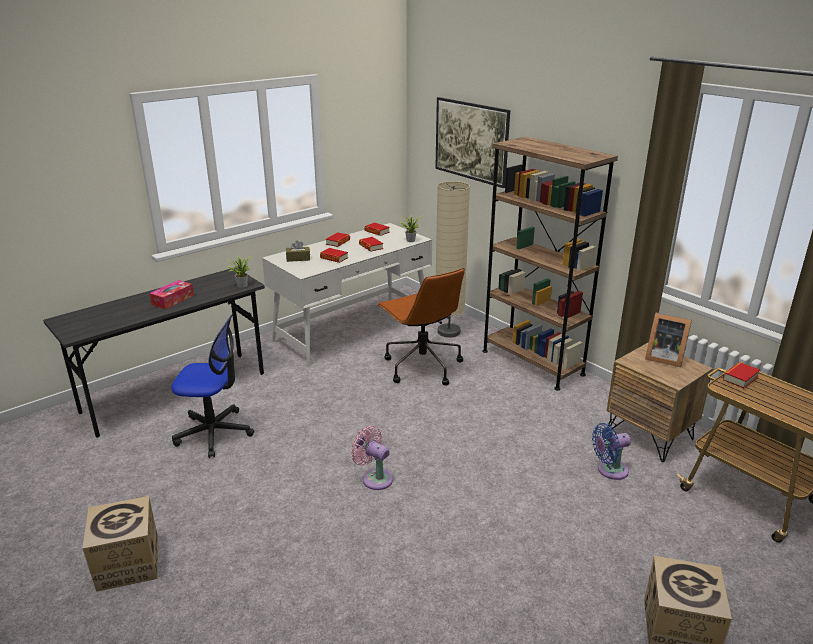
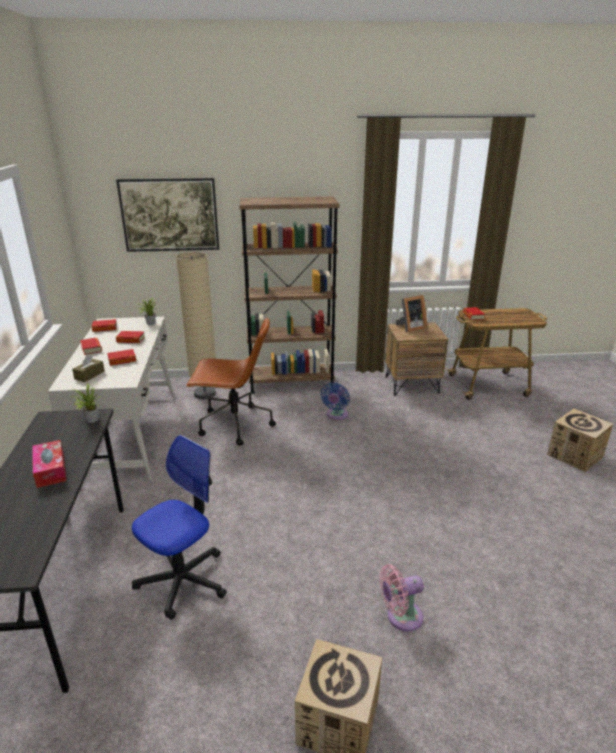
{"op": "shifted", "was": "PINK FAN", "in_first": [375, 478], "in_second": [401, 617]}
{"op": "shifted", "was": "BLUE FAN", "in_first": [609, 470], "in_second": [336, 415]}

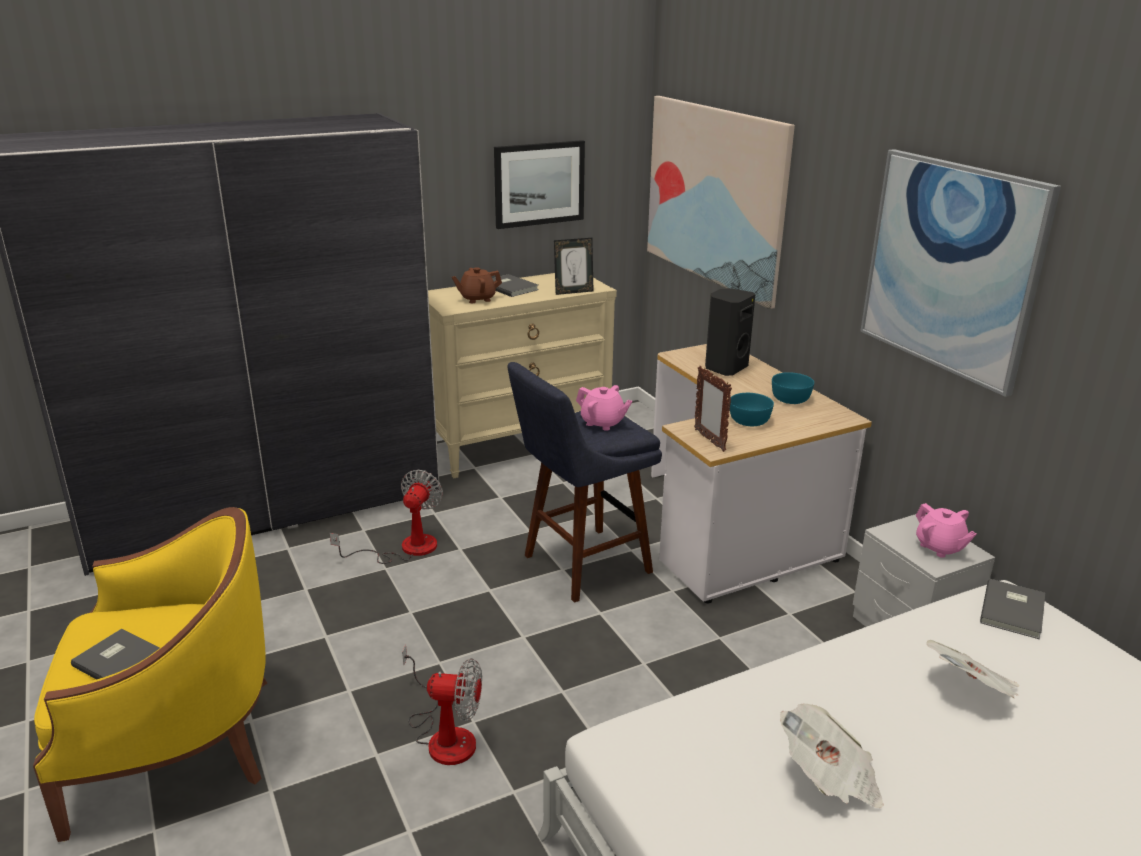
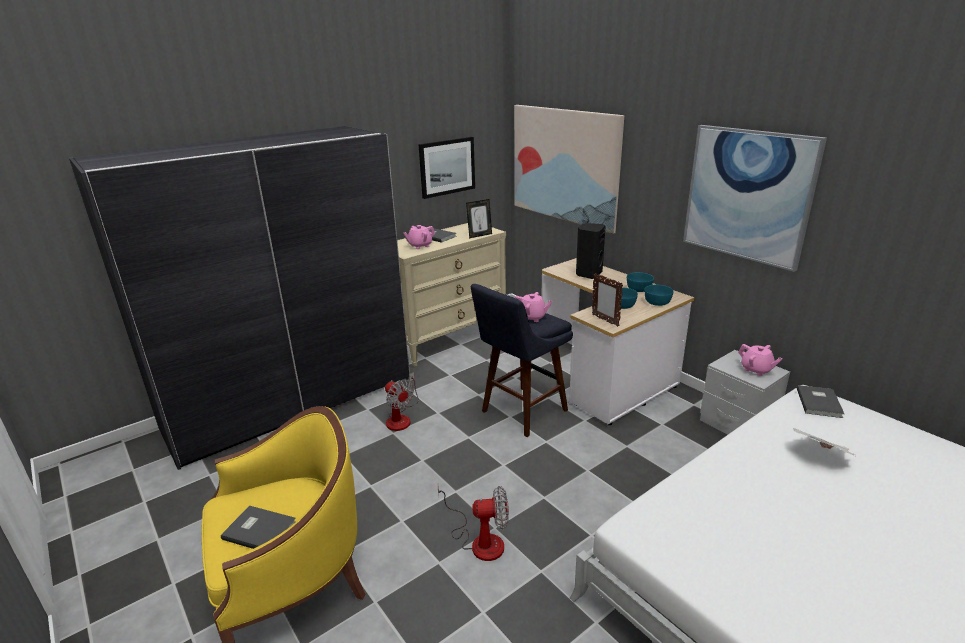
{"op": "gone", "was": "NEWSPAPER", "in_first": [829, 778]}
{"op": "new", "now": "TURQUOISE BOWL", "in_second": [657, 302]}
{"op": "repainted", "was": "BROWN TEAPOT", "now": "PINK TEAPOT", "in_first": [477, 299], "in_second": [420, 246]}
{"op": "rotated", "was": "FAN", "in_first": [405, 548], "in_second": [401, 417], "clockwise": 135}

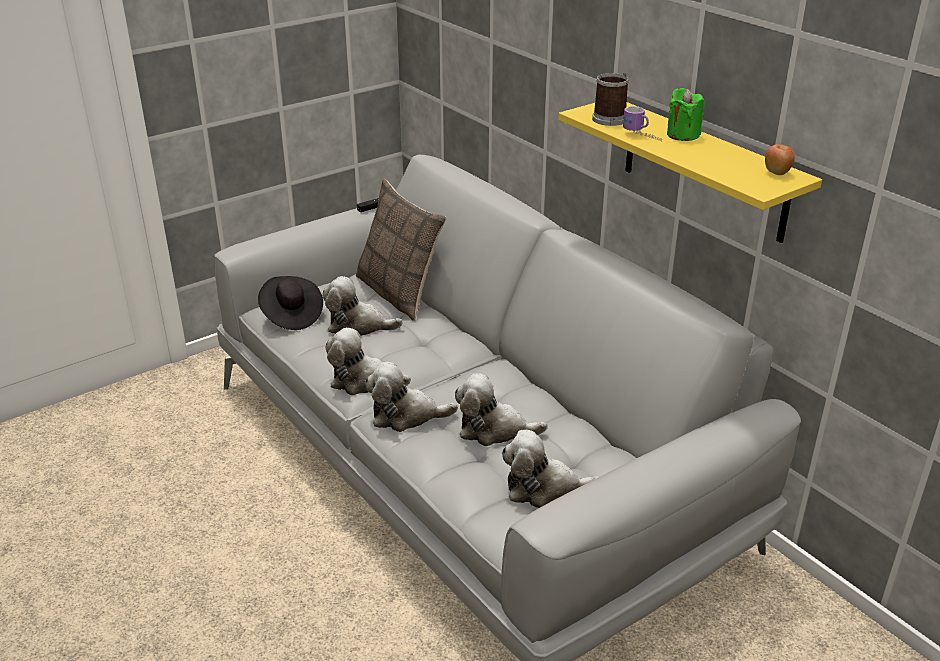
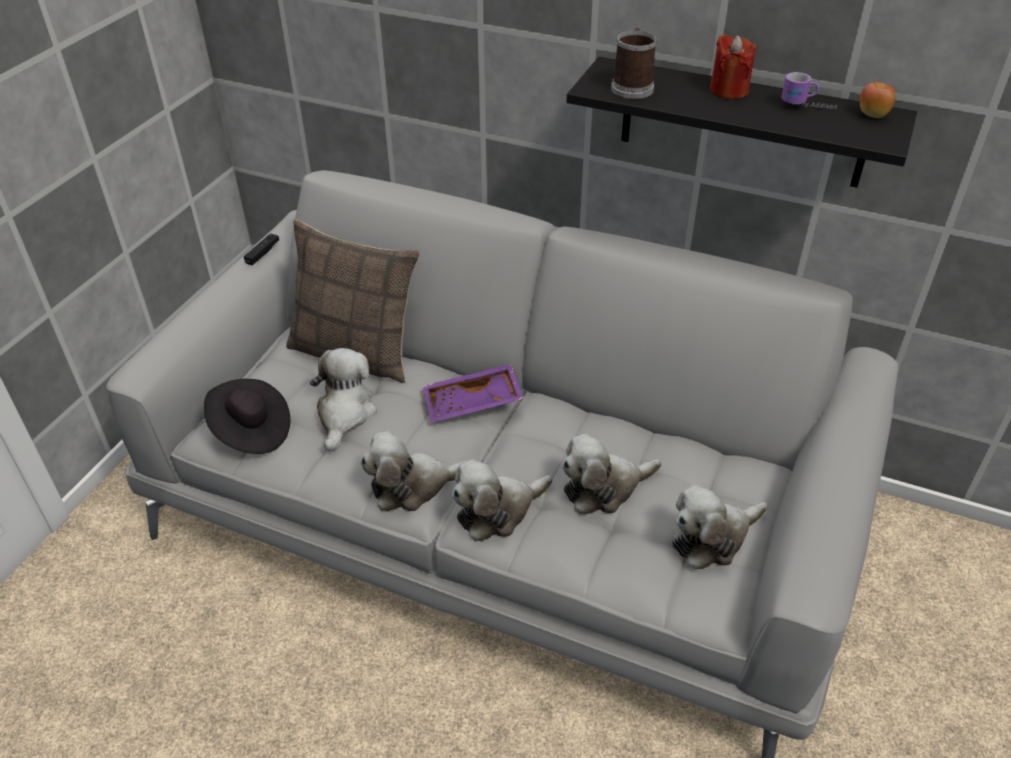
{"op": "new", "now": "PURPLE TRAY", "in_second": [473, 404]}
{"op": "shifted", "was": "MUG", "in_first": [642, 136], "in_second": [807, 107]}
{"op": "repainted", "was": "YELLOW SHELF", "now": "BLACK SHELF", "in_first": [704, 169], "in_second": [742, 123]}
{"op": "repainted", "was": "GREEN CANDLE", "now": "RED CANDLE", "in_first": [682, 135], "in_second": [729, 90]}
{"op": "rotated", "was": "PLUSH TOY", "in_first": [358, 326], "in_second": [344, 414], "clockwise": 120}

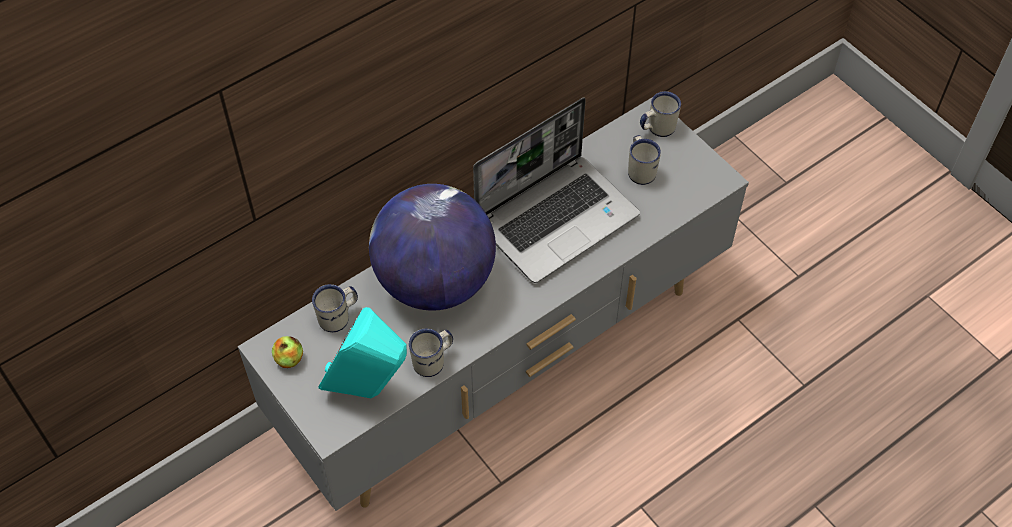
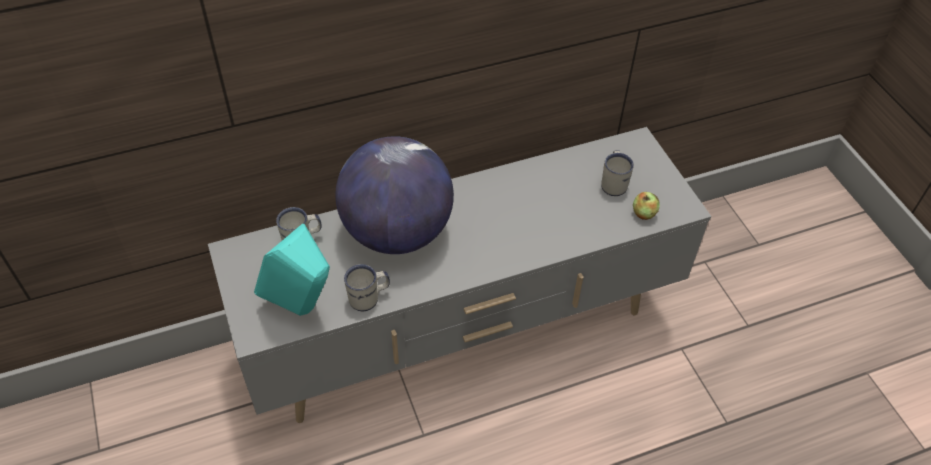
{"op": "gone", "was": "LAPTOP", "in_first": [557, 217]}
{"op": "gone", "was": "WHITE MUG", "in_first": [656, 128]}
{"op": "shifted", "was": "APPLE", "in_first": [289, 359], "in_second": [644, 213]}

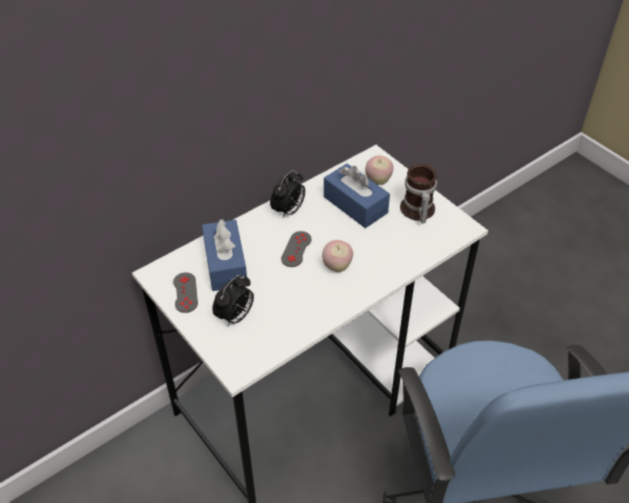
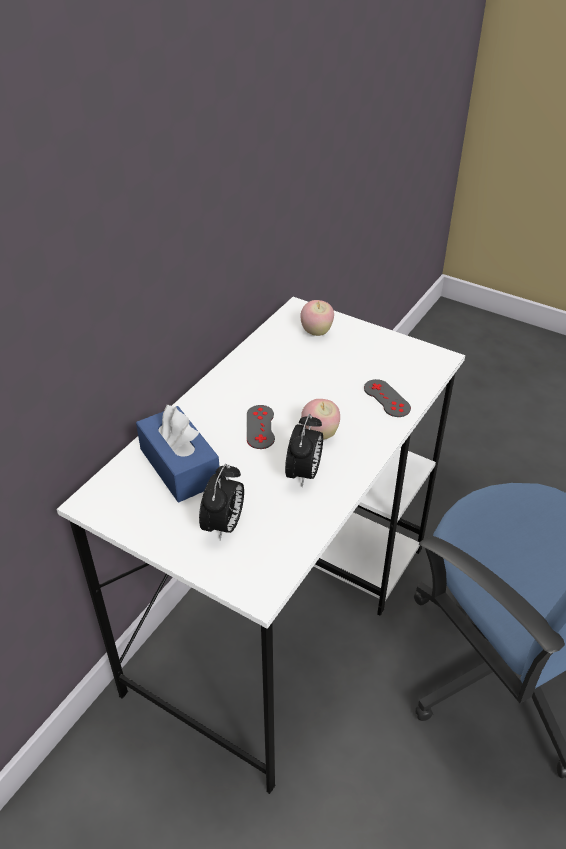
{"op": "gone", "was": "BLUE TISSUE BOX", "in_first": [355, 205]}
{"op": "gone", "was": "MUG", "in_first": [416, 211]}
{"op": "shifted", "was": "GREY GAME CONTROLLER", "in_first": [185, 292], "in_second": [386, 398]}
{"op": "shifted", "was": "ALARM CLOCK", "in_first": [288, 211], "in_second": [304, 474]}

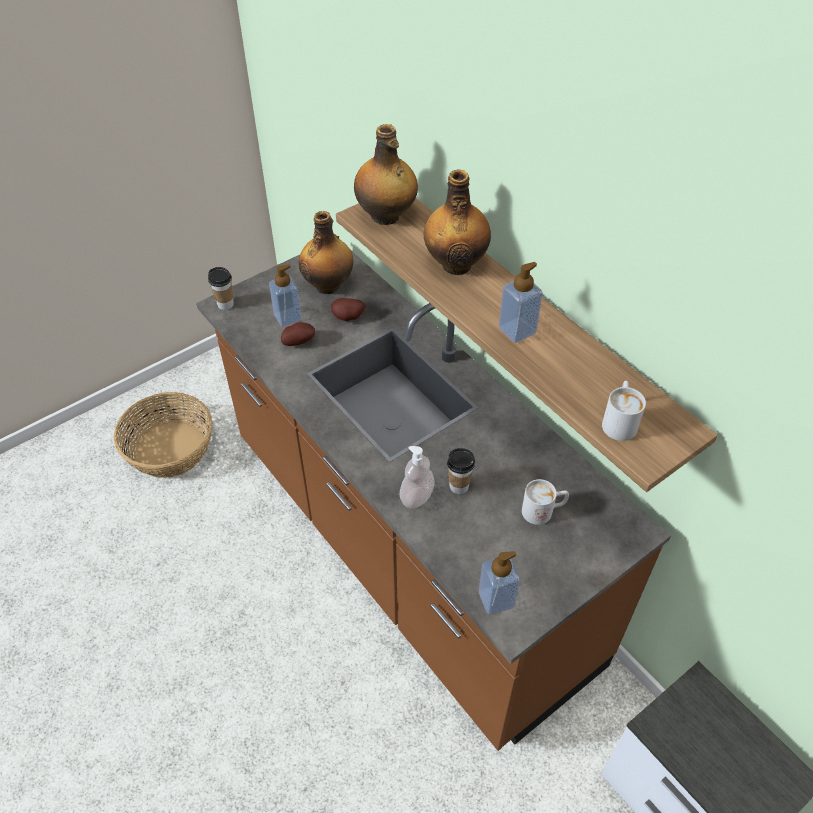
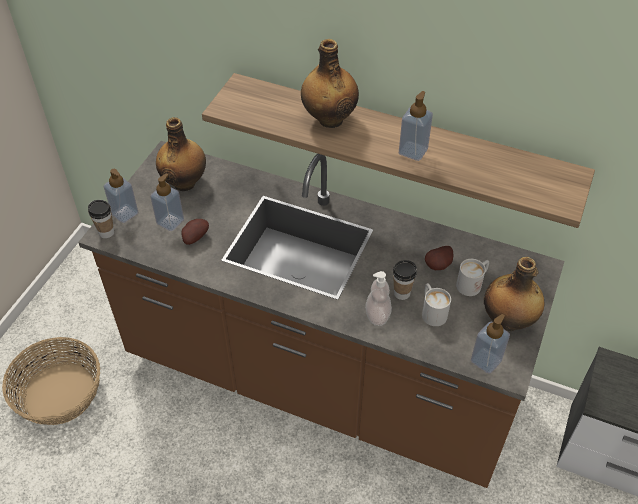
{"op": "new", "now": "SOAP DISPENSER", "in_second": [125, 213]}
{"op": "shifted", "was": "POTATO", "in_first": [348, 318], "in_second": [439, 266]}
{"op": "shifted", "was": "BOTTLE", "in_first": [386, 217], "in_second": [508, 321]}
{"op": "shifted", "was": "WHITE MUG", "in_first": [619, 420], "in_second": [432, 311]}

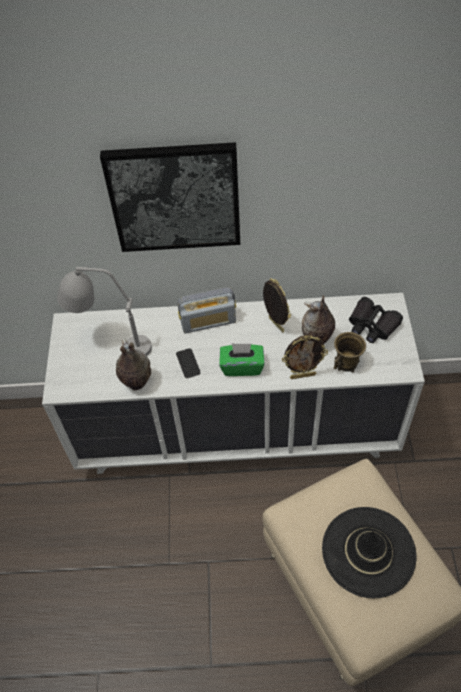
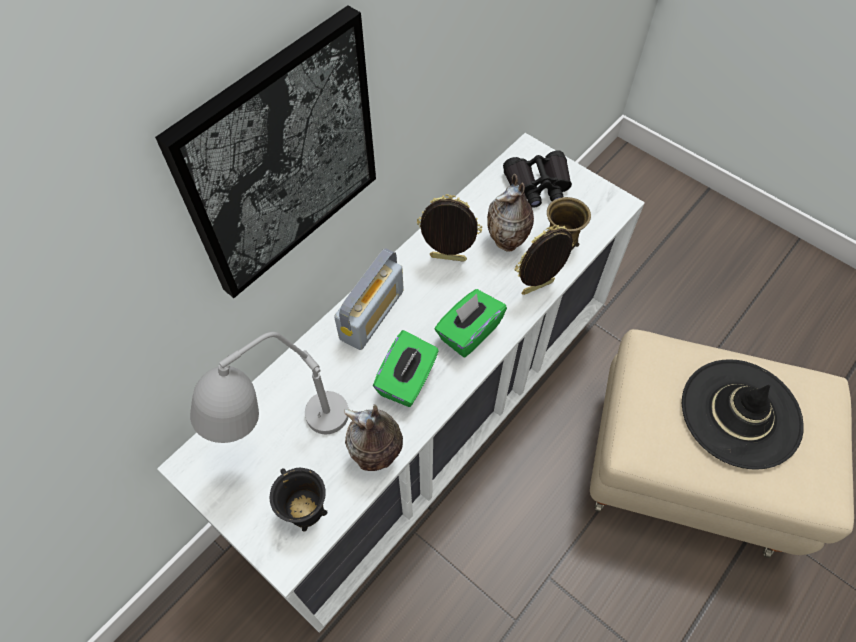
{"op": "new", "now": "BLACK MUG", "in_second": [305, 510]}
{"op": "swapped", "was": "PHONE", "now": "GREEN TISSUE BOX", "in_first": [188, 363], "in_second": [407, 380]}
{"op": "rotated", "was": "PICTURE FRAME", "in_first": [302, 375], "in_second": [538, 289], "clockwise": -150}

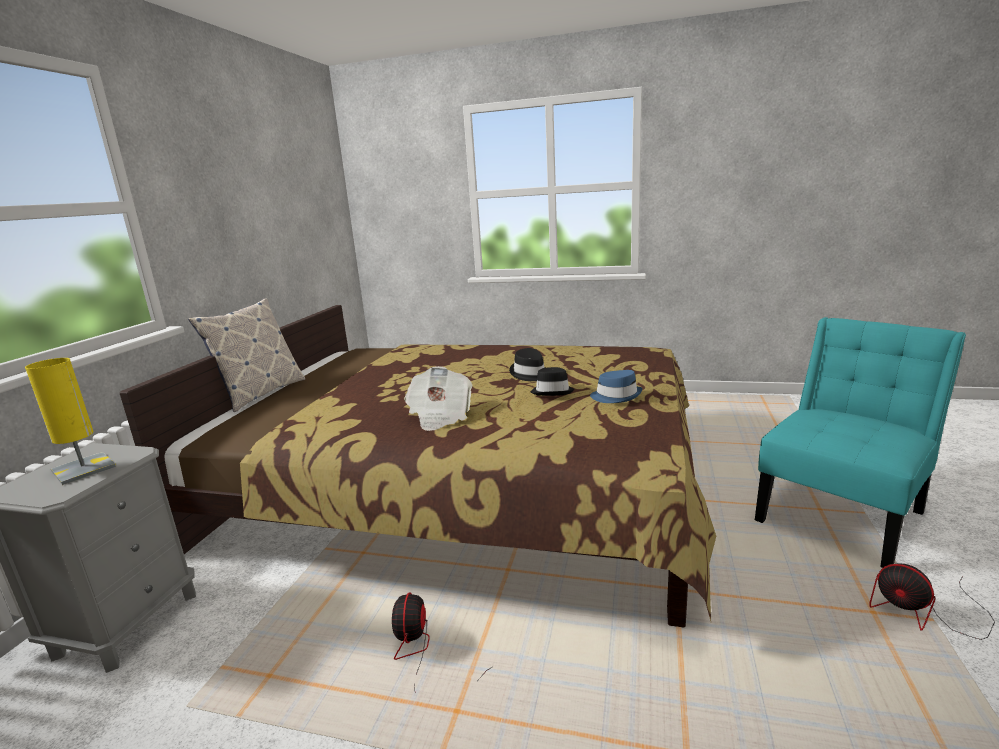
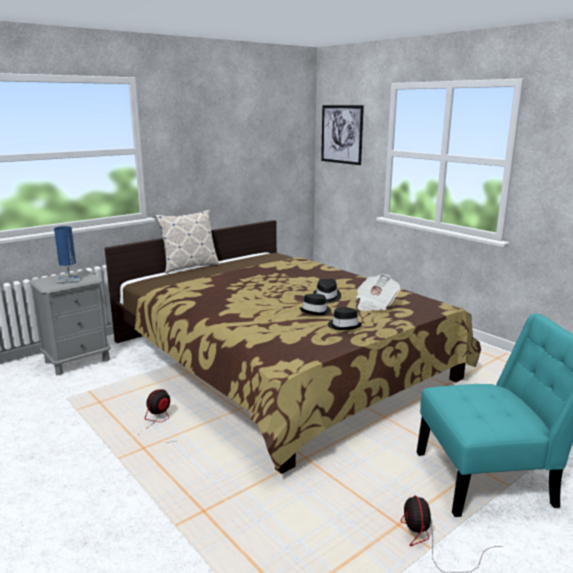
{"op": "new", "now": "PICTURE", "in_second": [341, 134]}
{"op": "shifted", "was": "NEWSPAPER", "in_first": [440, 416], "in_second": [375, 304]}
{"op": "repainted", "was": "YELLOW TABLE LAMP", "now": "BLUE TABLE LAMP", "in_first": [84, 469], "in_second": [69, 279]}
{"op": "repainted", "was": "BLUE HAT", "now": "BLACK HAT", "in_first": [616, 396], "in_second": [344, 326]}

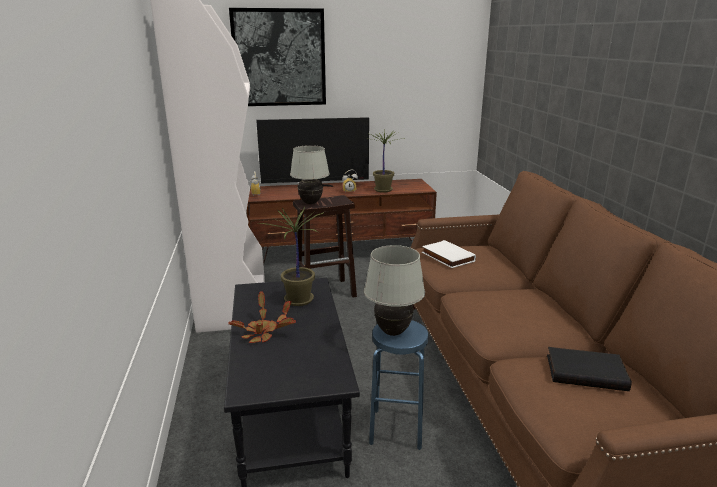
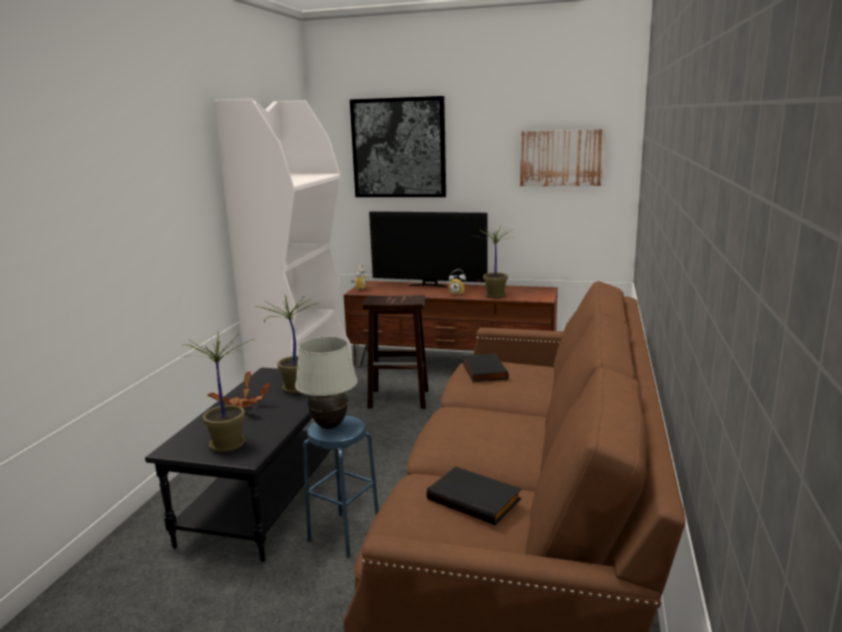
{"op": "gone", "was": "WHITE TABLE LAMP", "in_first": [310, 203]}
{"op": "new", "now": "POTTED PLANT", "in_second": [227, 444]}
{"op": "new", "now": "PICTURE", "in_second": [561, 158]}
{"op": "repainted", "was": "WHITE BOOK", "now": "BLACK BOOK", "in_first": [446, 257], "in_second": [482, 371]}

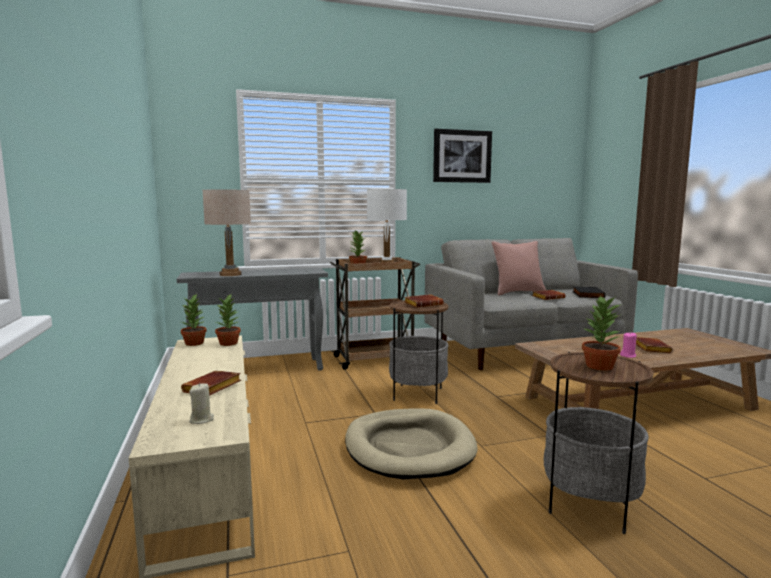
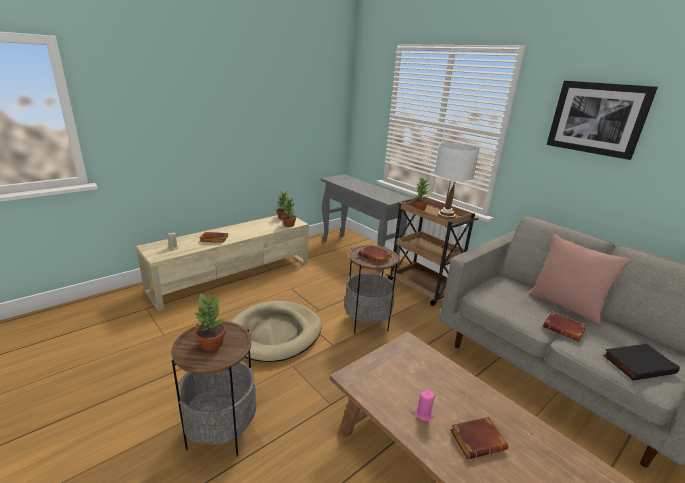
{"op": "gone", "was": "BEIGE TABLE LAMP", "in_first": [230, 274]}

